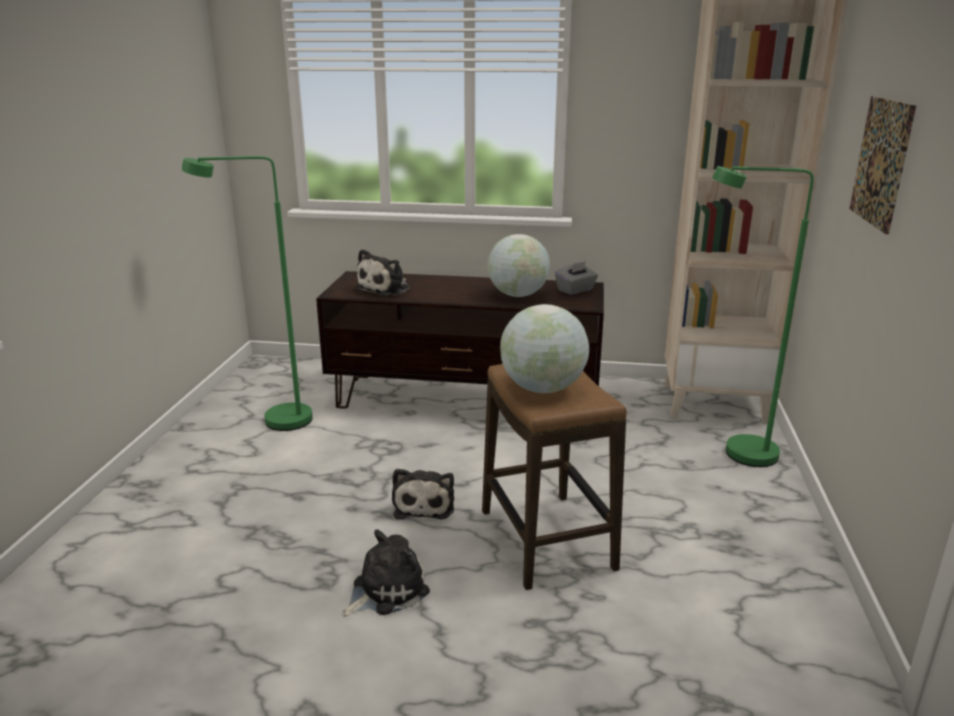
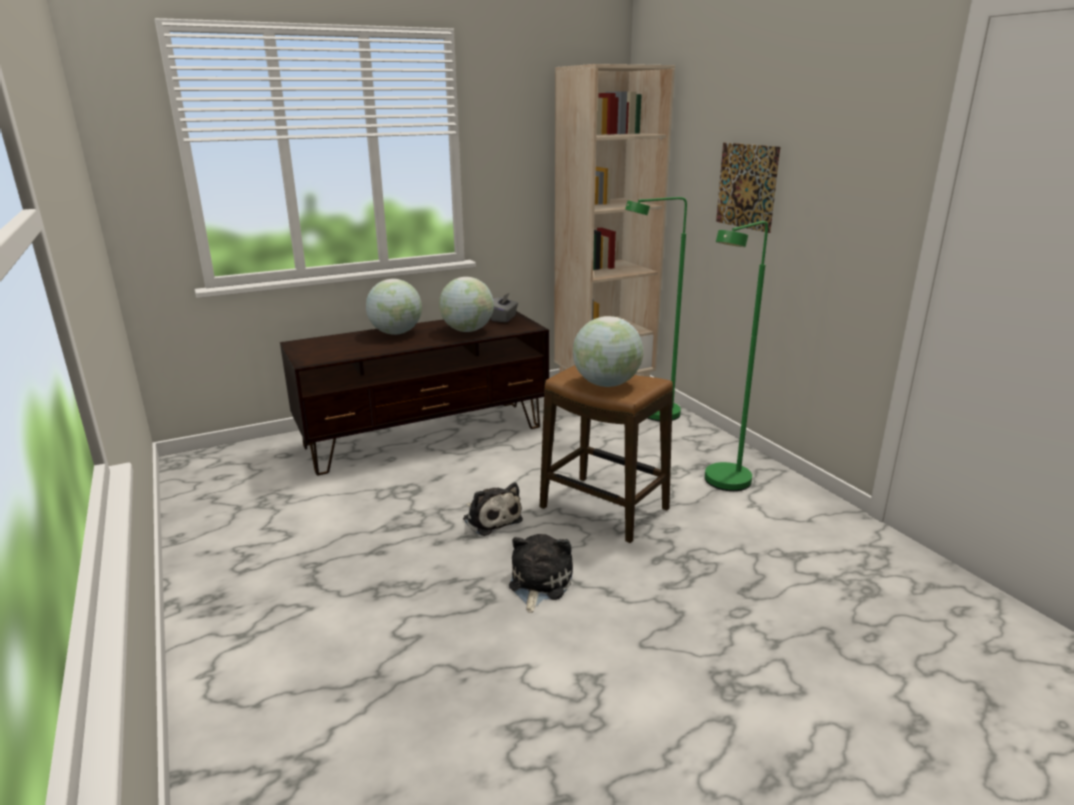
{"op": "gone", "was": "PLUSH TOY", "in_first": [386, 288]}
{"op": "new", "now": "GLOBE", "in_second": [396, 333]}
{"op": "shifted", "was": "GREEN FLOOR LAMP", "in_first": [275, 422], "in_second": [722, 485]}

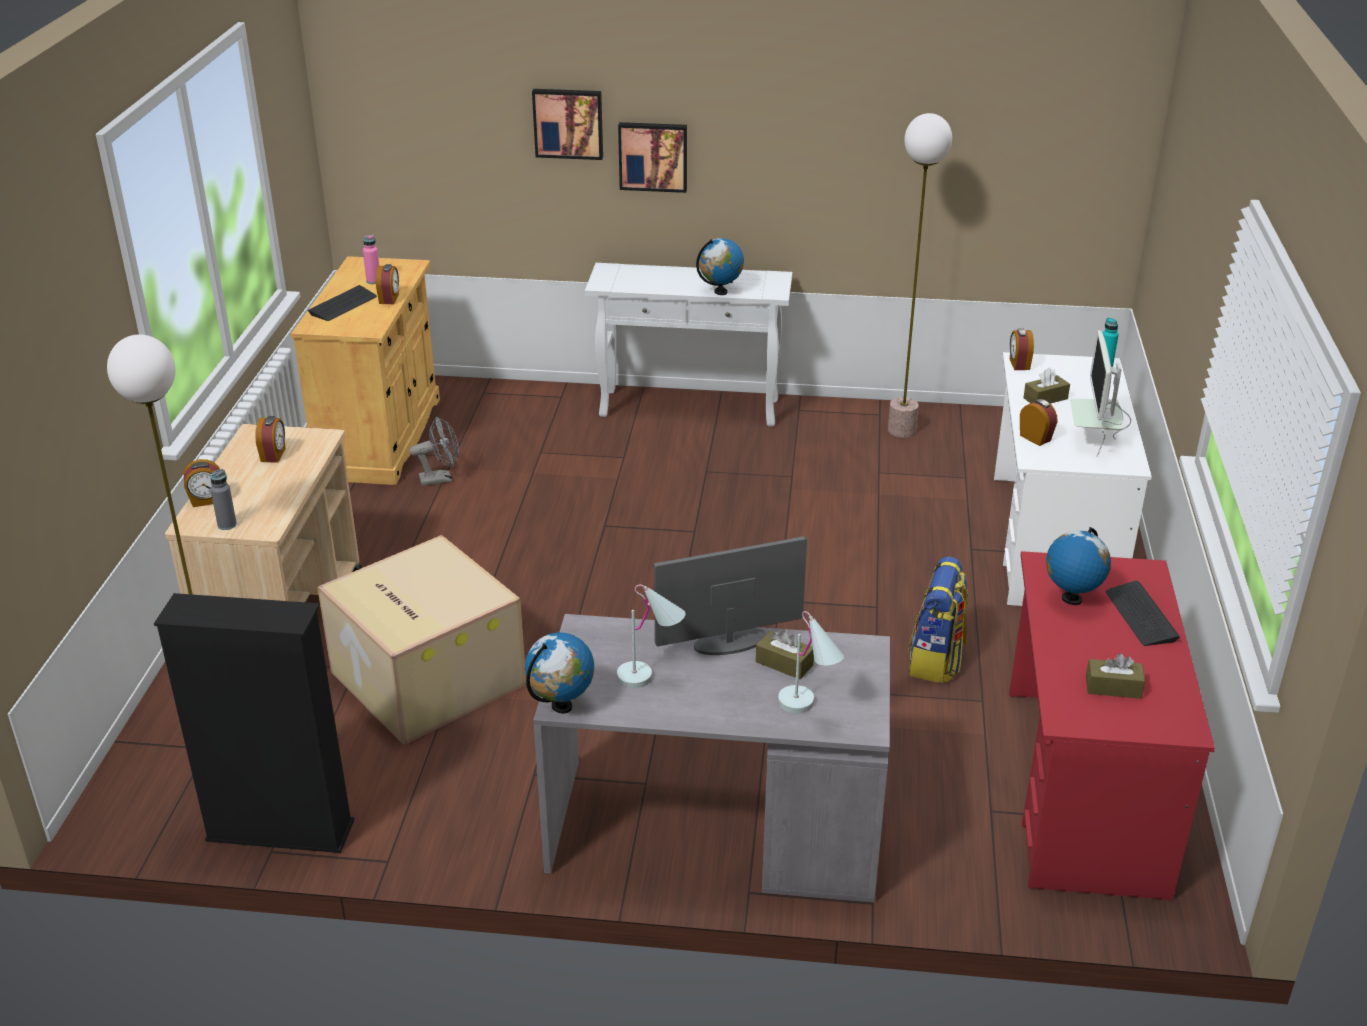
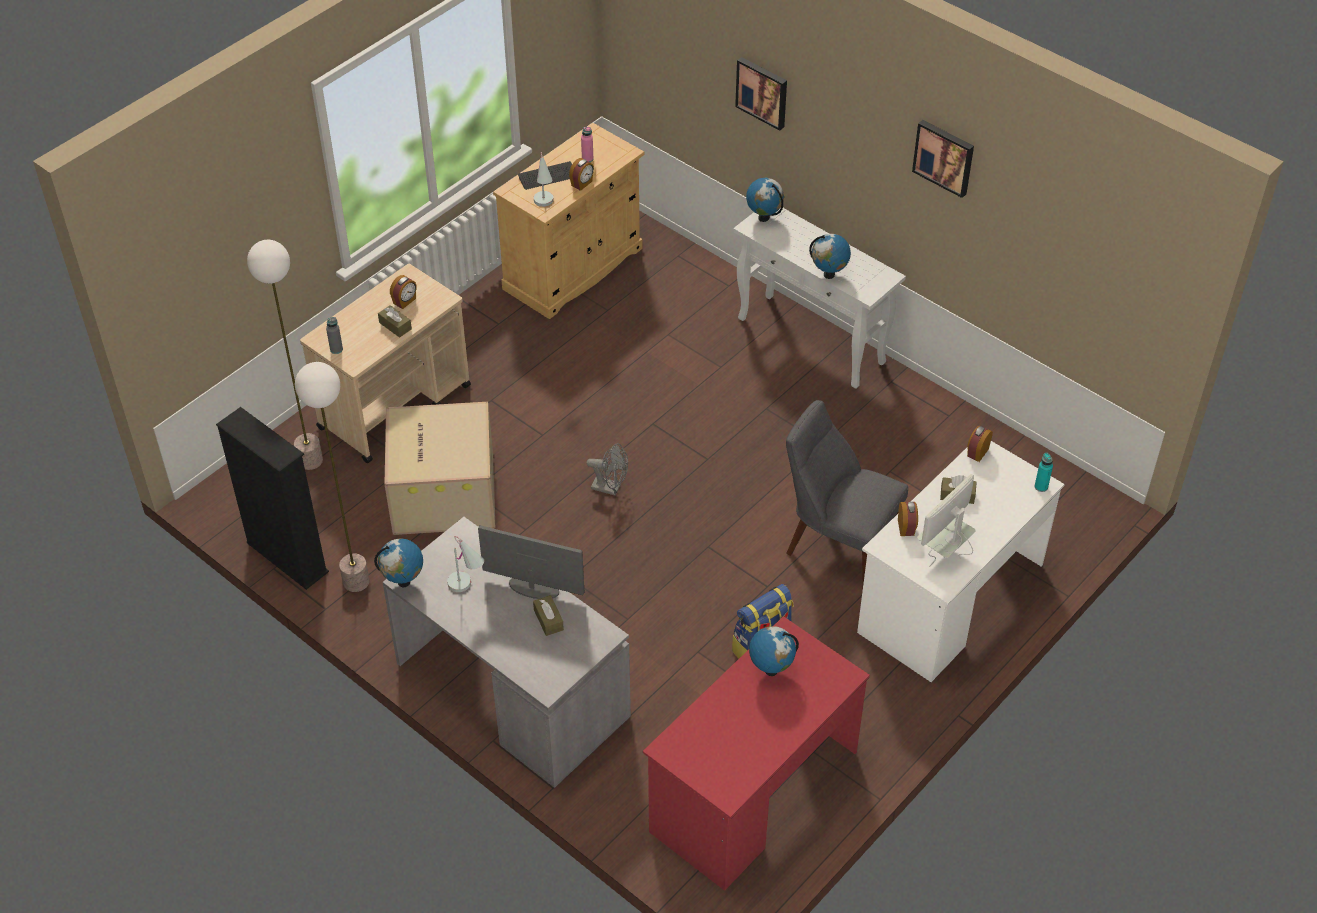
{"op": "gone", "was": "ALARM CLOCK", "in_first": [207, 500]}
{"op": "gone", "was": "KEYBOARD", "in_first": [1141, 615]}
{"op": "new", "now": "GLOBE", "in_second": [764, 217]}
{"op": "new", "now": "GREY CHAIR", "in_second": [838, 544]}
{"op": "shifted", "was": "GREY FAN", "in_first": [441, 478], "in_second": [610, 488]}
{"op": "shifted", "was": "PICTURE", "in_first": [653, 156], "in_second": [944, 157]}
{"op": "shifted", "was": "WHITE TABLE LAMP", "in_first": [808, 709], "in_second": [545, 206]}
{"op": "shifted", "was": "FLOOR LAMP", "in_first": [902, 430], "in_second": [356, 582]}
{"op": "shifted", "was": "BROWN TISSUE BOX", "in_first": [1113, 687], "in_second": [395, 326]}

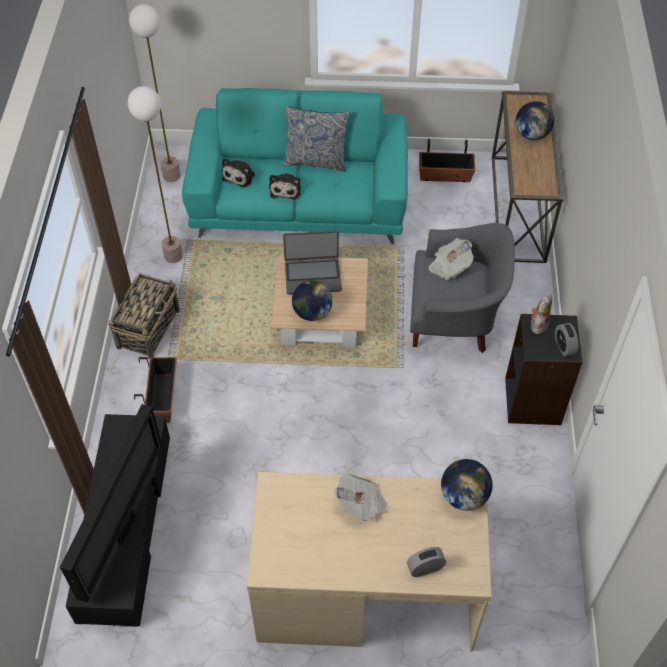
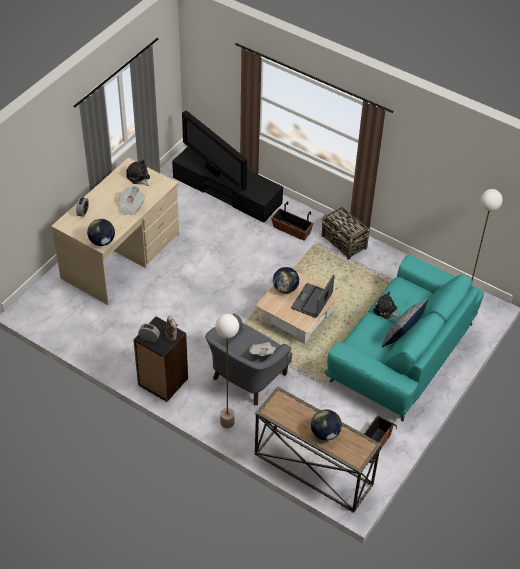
{"op": "shifted", "was": "FLOOR LAMP", "in_first": [173, 256], "in_second": [227, 422]}
{"op": "shifted", "was": "PLUSH TOY", "in_first": [240, 176], "in_second": [138, 177]}

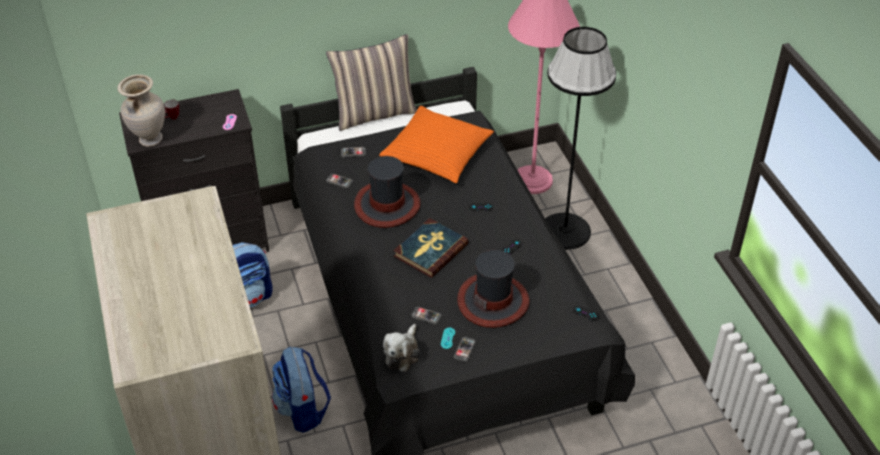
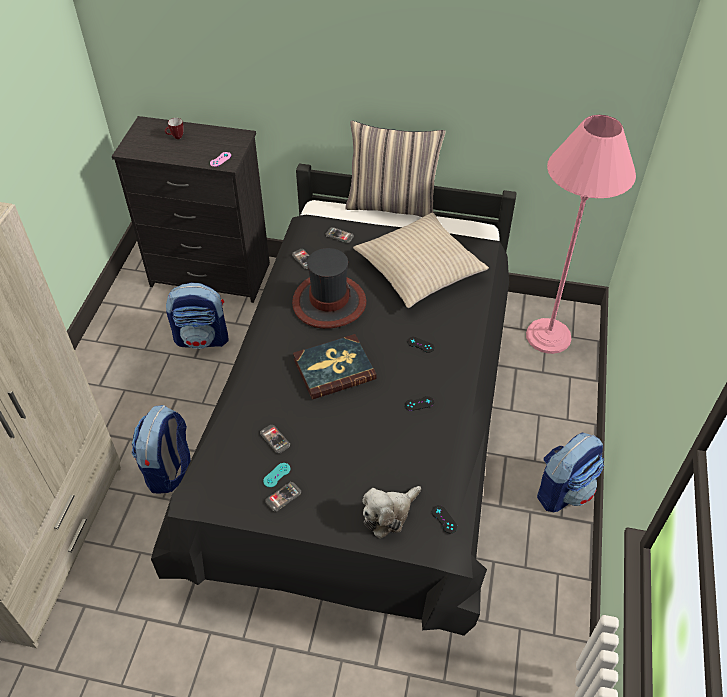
{"op": "gone", "was": "BEIGE VASE", "in_first": [149, 140]}
{"op": "gone", "was": "HAT", "in_first": [493, 301]}
{"op": "gone", "was": "BLACK FLOOR LAMP", "in_first": [564, 231]}
{"op": "new", "now": "BACKPACK", "in_second": [563, 490]}
{"op": "shifted", "was": "PLUSH TOY", "in_first": [402, 353], "in_second": [389, 514]}
{"op": "repainted", "was": "ORANGE PILLOW", "now": "BEIGE PILLOW", "in_first": [437, 153], "in_second": [419, 269]}

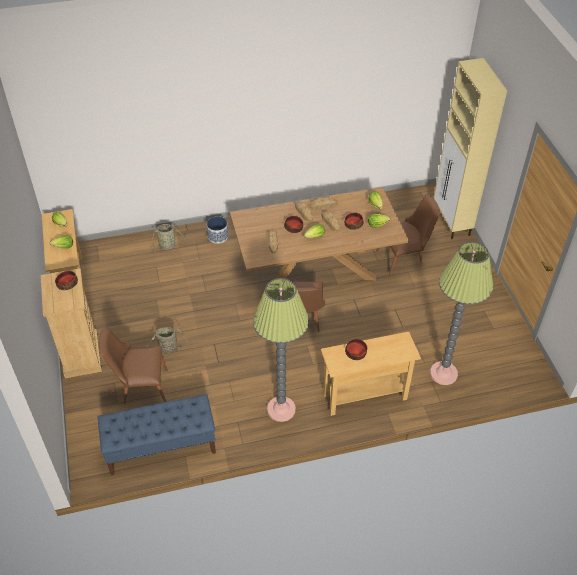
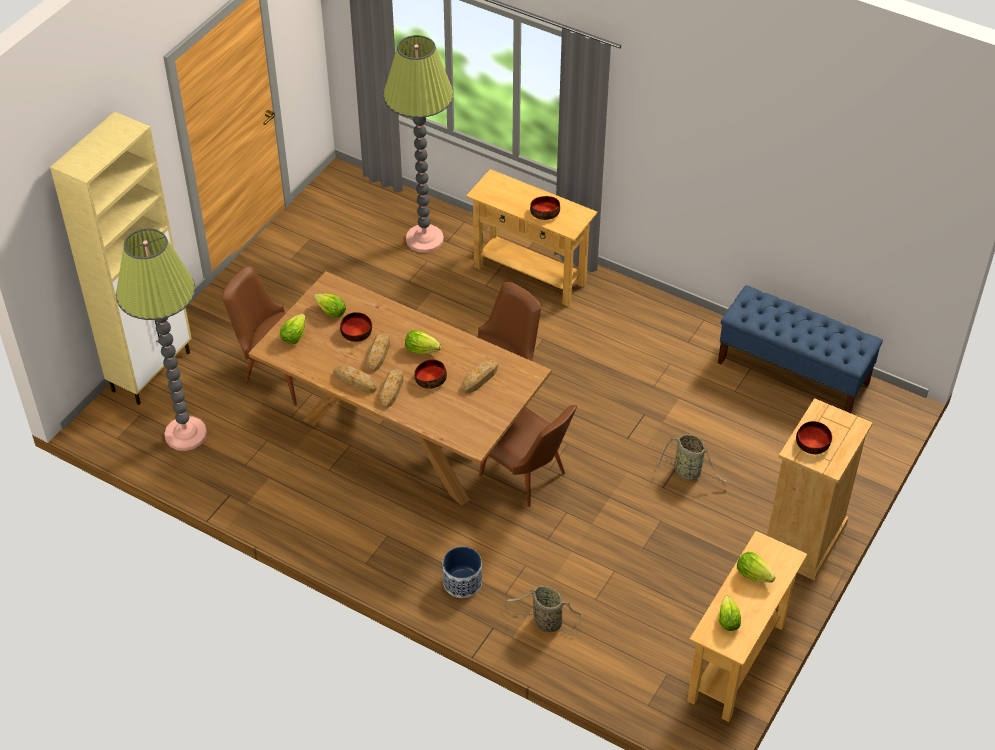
{"op": "shifted", "was": "BROWN CHAIR", "in_first": [140, 387], "in_second": [528, 478]}
{"op": "shifted", "was": "FLOOR LAMP", "in_first": [281, 409], "in_second": [185, 434]}

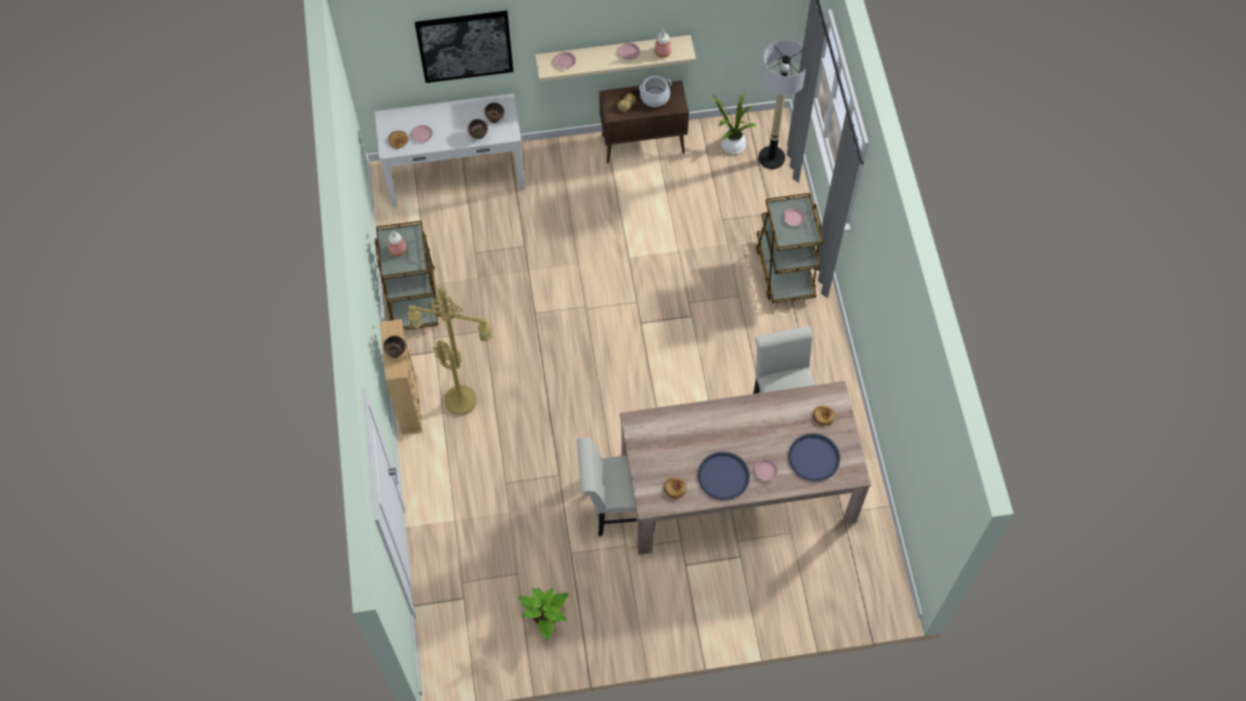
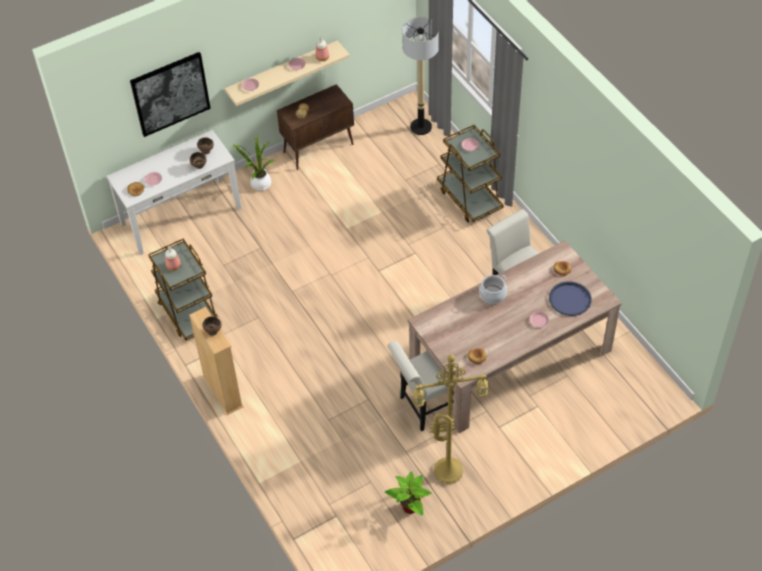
{"op": "gone", "was": "BLUE TRAY", "in_first": [723, 476]}
{"op": "shifted", "was": "YELLOW FLOOR LAMP", "in_first": [462, 399], "in_second": [449, 469]}
{"op": "shifted", "was": "COOKING POT", "in_first": [655, 97], "in_second": [492, 294]}
{"op": "shifted", "was": "POTTED PLANT", "in_first": [730, 144], "in_second": [259, 184]}

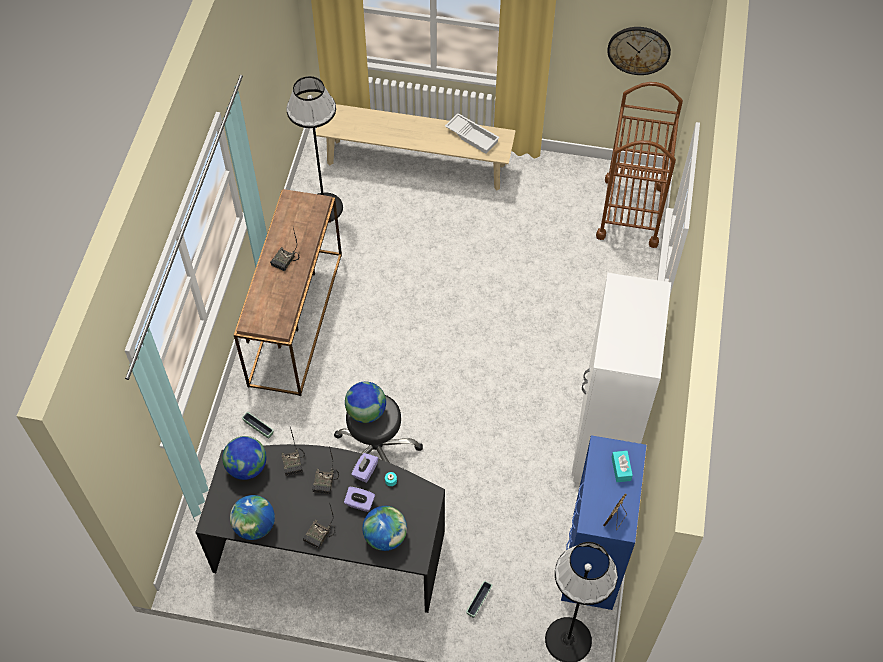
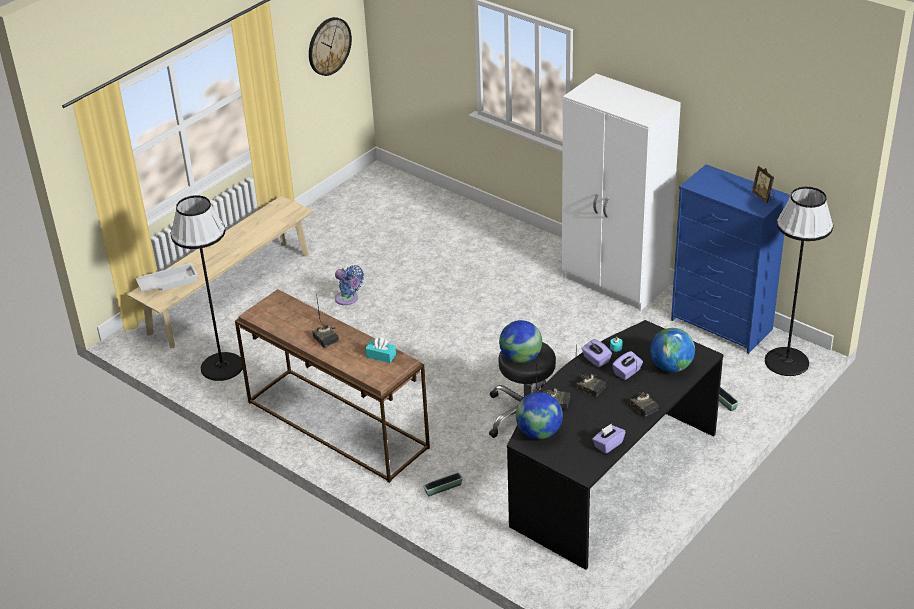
{"op": "gone", "was": "BROWN CART", "in_first": [631, 212]}
{"op": "new", "now": "BLUE FAN", "in_second": [348, 299]}
{"op": "shifted", "was": "WHITE TRAY", "in_first": [472, 136], "in_second": [168, 282]}
{"op": "shifted", "was": "TURQUOISE TISSUE BOX", "in_first": [621, 469], "in_second": [381, 356]}
{"op": "swapped", "was": "GLOBE", "now": "PURPLE TISSUE BOX", "in_first": [255, 526], "in_second": [608, 445]}

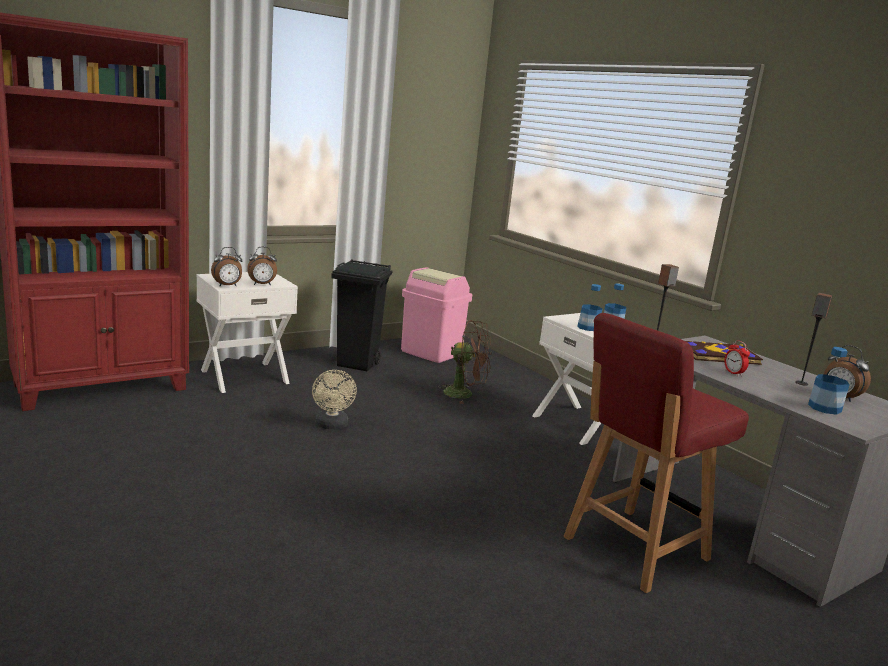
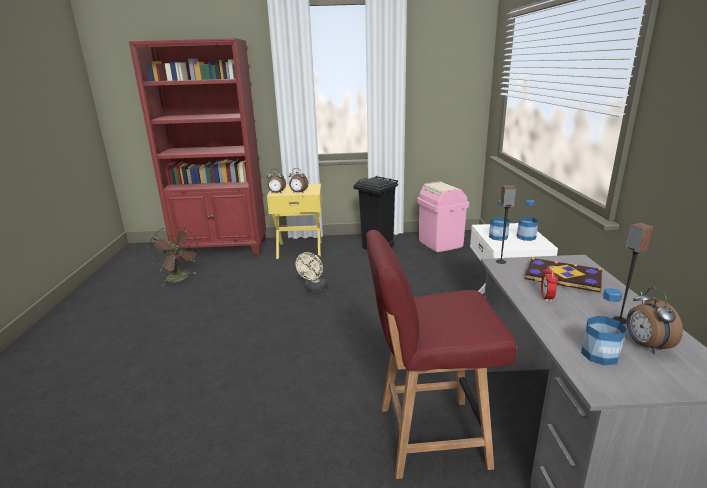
{"op": "shifted", "was": "BROWN FAN", "in_first": [465, 394], "in_second": [180, 279]}
{"op": "repainted", "was": "WHITE NIGHTSTAND", "now": "YELLOW NIGHTSTAND", "in_first": [244, 376], "in_second": [300, 249]}

